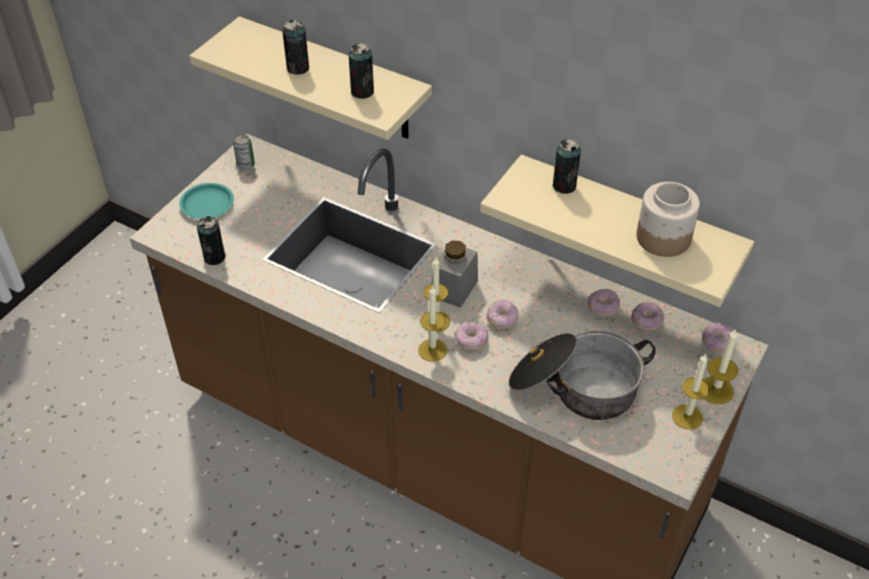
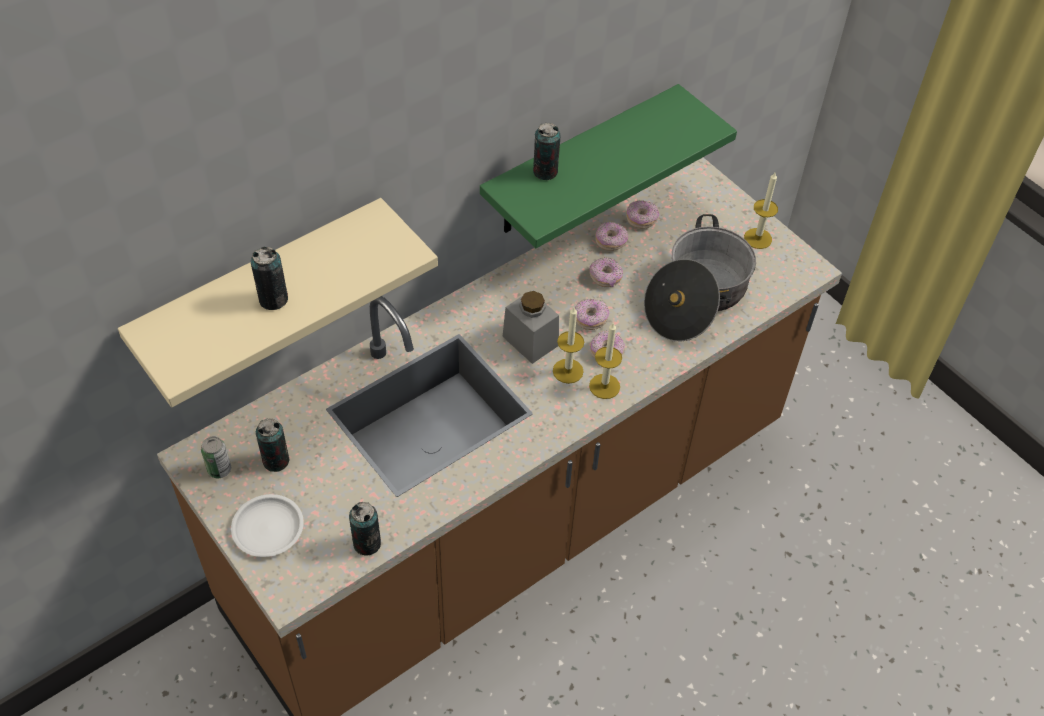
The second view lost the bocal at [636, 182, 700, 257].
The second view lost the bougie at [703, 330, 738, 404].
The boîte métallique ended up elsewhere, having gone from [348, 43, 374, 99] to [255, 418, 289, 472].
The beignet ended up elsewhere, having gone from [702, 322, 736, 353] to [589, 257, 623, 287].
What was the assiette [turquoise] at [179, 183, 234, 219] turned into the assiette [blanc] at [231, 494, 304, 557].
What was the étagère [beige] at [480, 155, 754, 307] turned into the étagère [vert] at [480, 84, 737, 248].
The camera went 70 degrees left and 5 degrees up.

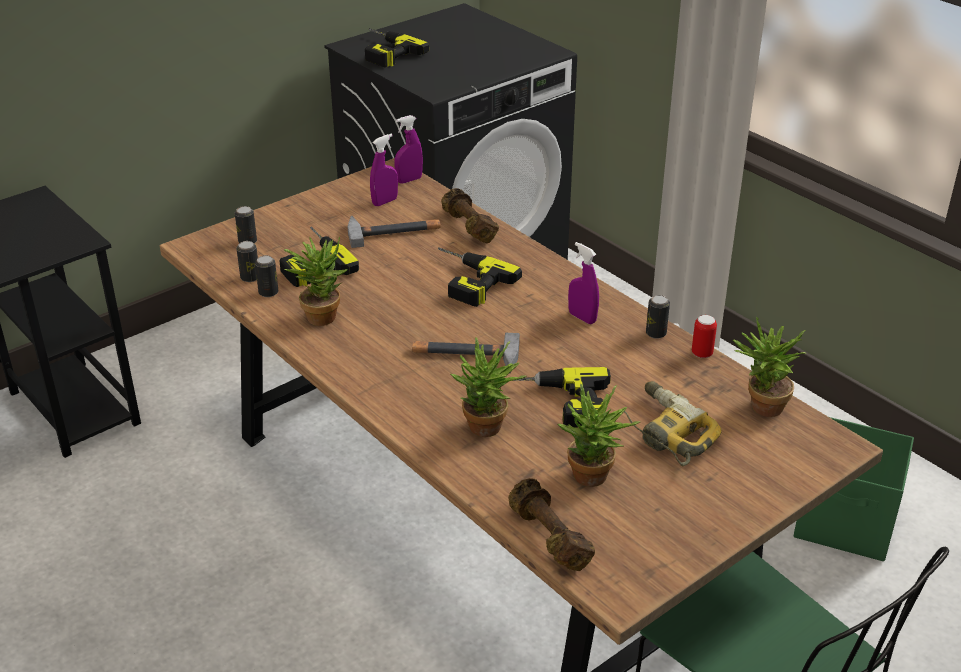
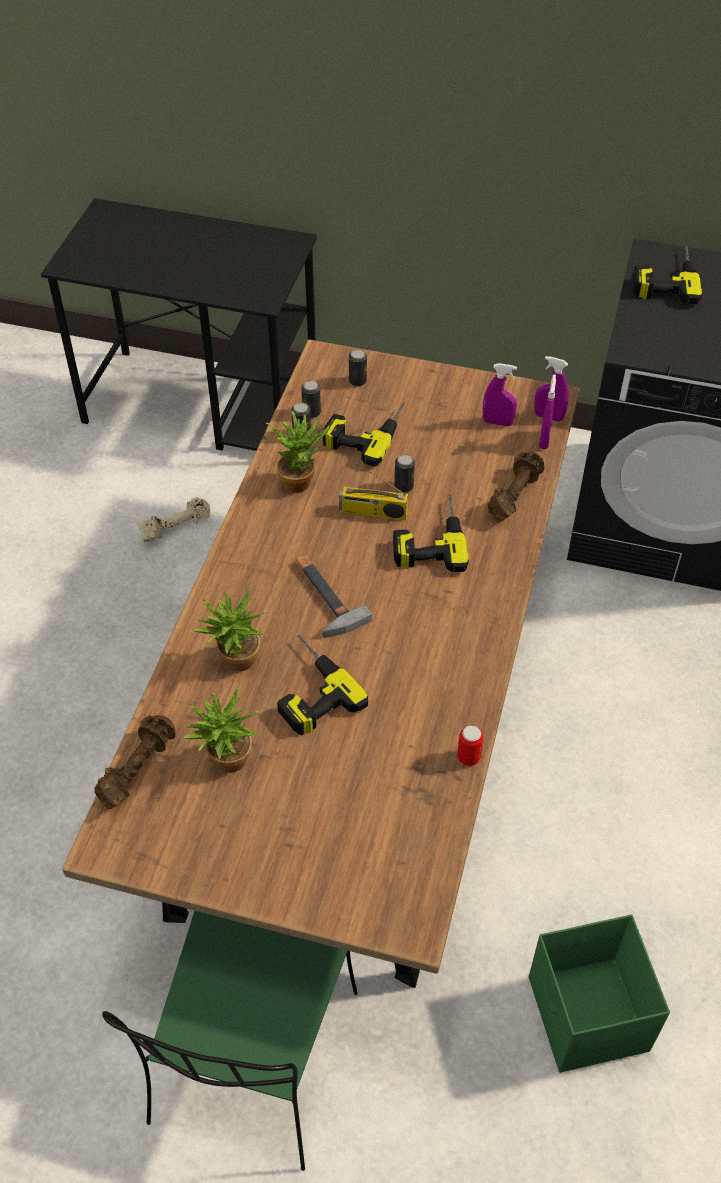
The second view lost the marteau at [348, 216, 441, 248].
The second view lost the perceuse at [624, 381, 722, 466].
The second view lost the plante en pot at [733, 317, 805, 417].
The second view gained the haltère [beige] at [140, 497, 211, 542].
The second view gained the radio at [339, 461, 408, 521].
The vaporisateur [violet] ended up elsewhere, having gone from [568, 242, 599, 324] to [539, 374, 556, 449].
The boîte métallique ended up elsewhere, having gone from [646, 295, 670, 339] to [394, 454, 415, 493].
The camera went 55 degrees right and 15 degrees up.

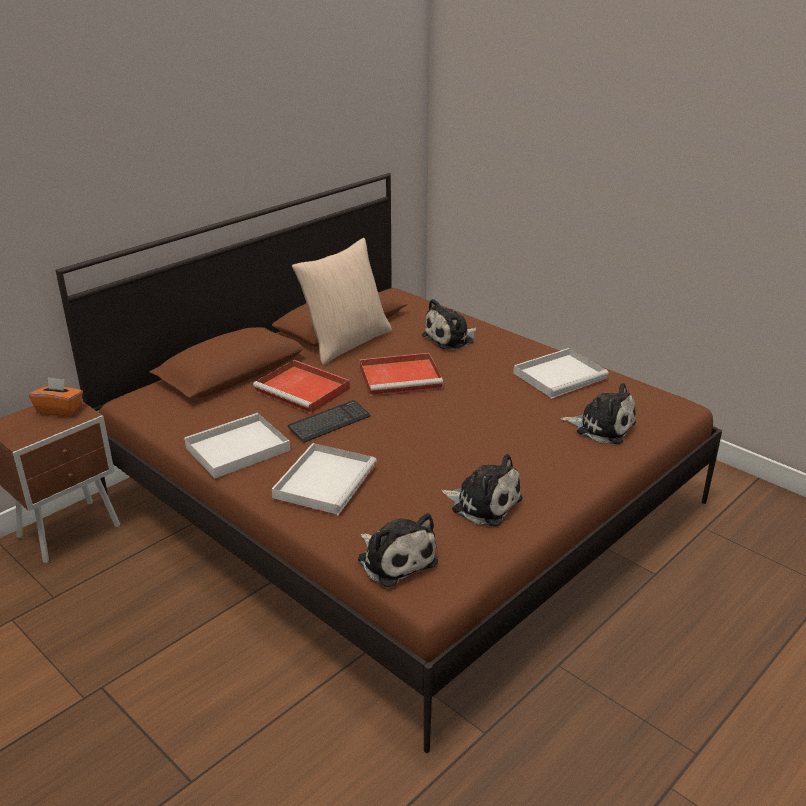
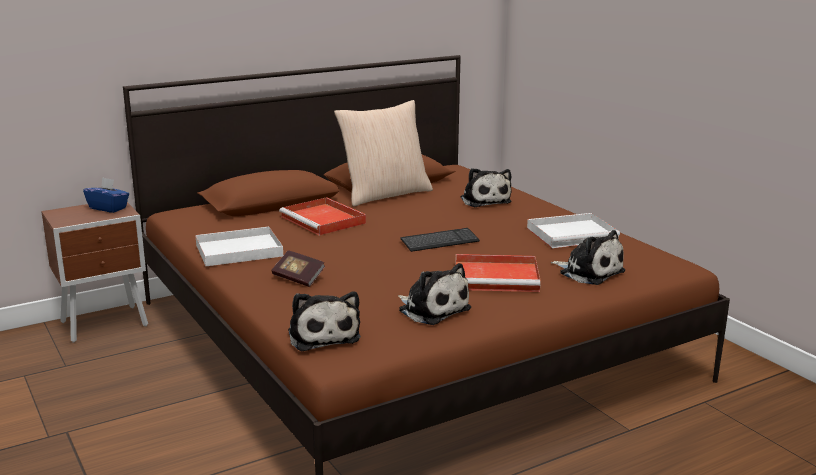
The clavier ended up elsewhere, having gone from [288, 400, 371, 443] to [401, 228, 480, 252].
The plateau [rouge] ended up elsewhere, having gone from [360, 353, 443, 396] to [456, 254, 541, 292].
Where the plateau [blanc] stood at [272, 443, 377, 516], the livre came to stand at [271, 250, 325, 287].
What was the boîte à mouchoirs [orange] at [29, 377, 83, 417] turned into the boîte à mouchoirs [bleu] at [83, 177, 129, 213].
The peluche at [422, 299, 477, 350] ended up facing another way, 90 degrees counterclockwise from before.
The camera went 15 degrees right and 10 degrees down.

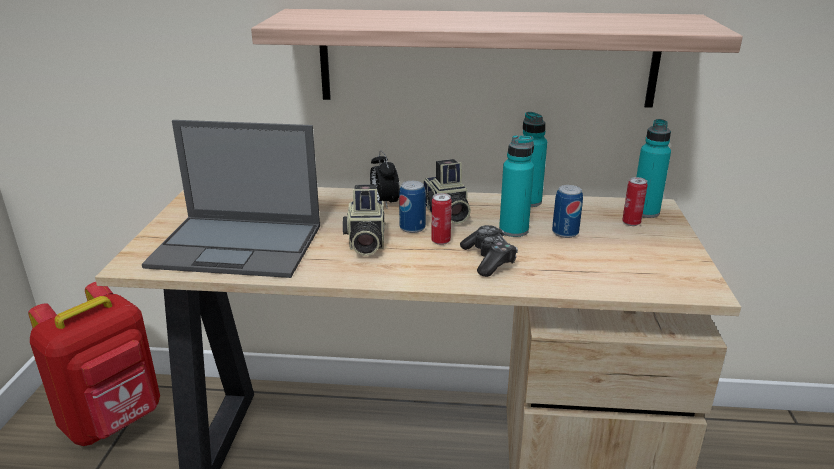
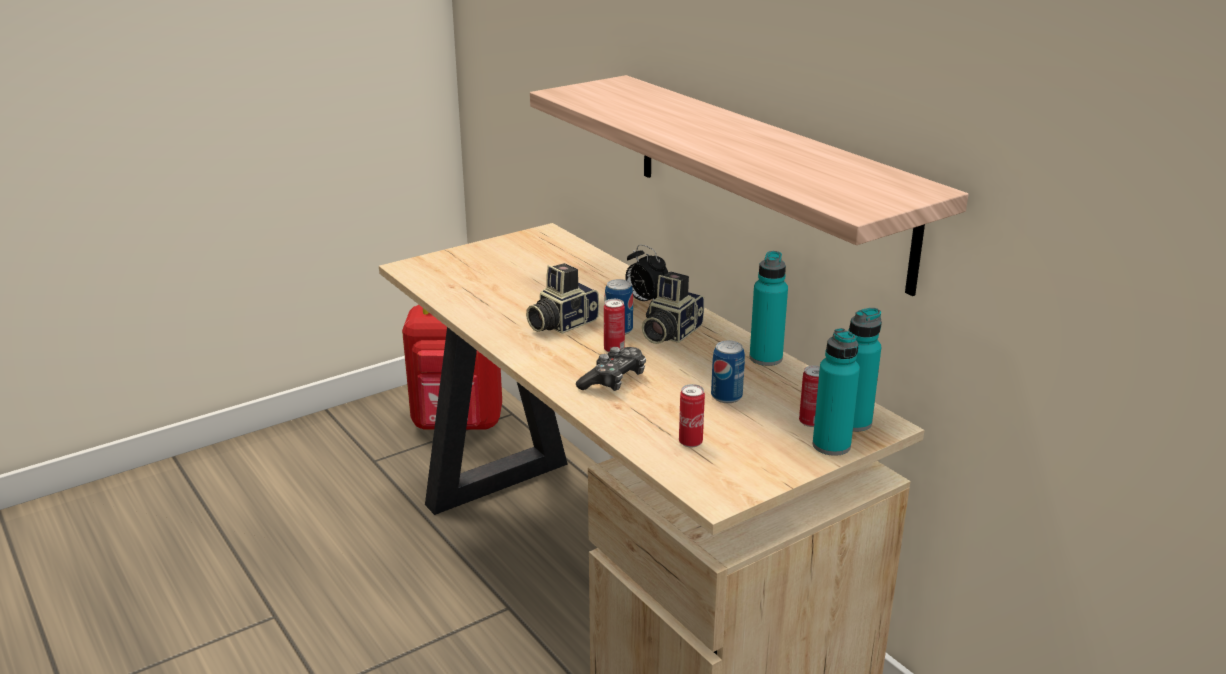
The second view lost the ordinateur portable at [142, 120, 320, 278].
The second view gained the boîte métallique at [679, 384, 705, 448].
The bouteille [turquoise] ended up elsewhere, having gone from [499, 135, 534, 237] to [813, 328, 860, 456].
The réveil at [370, 150, 400, 209] ended up facing another way, 75 degrees counterclockwise from before.
The camera went 50 degrees right and 0 degrees up.

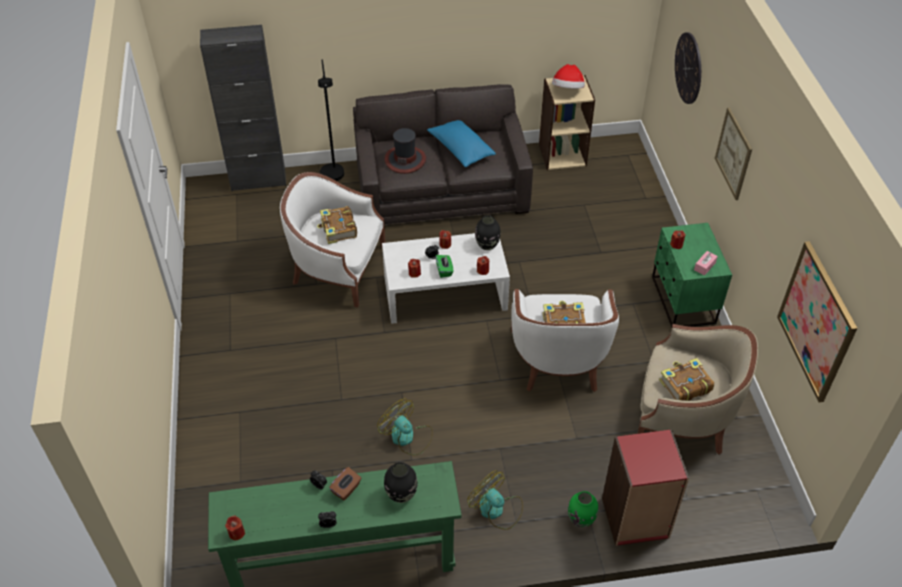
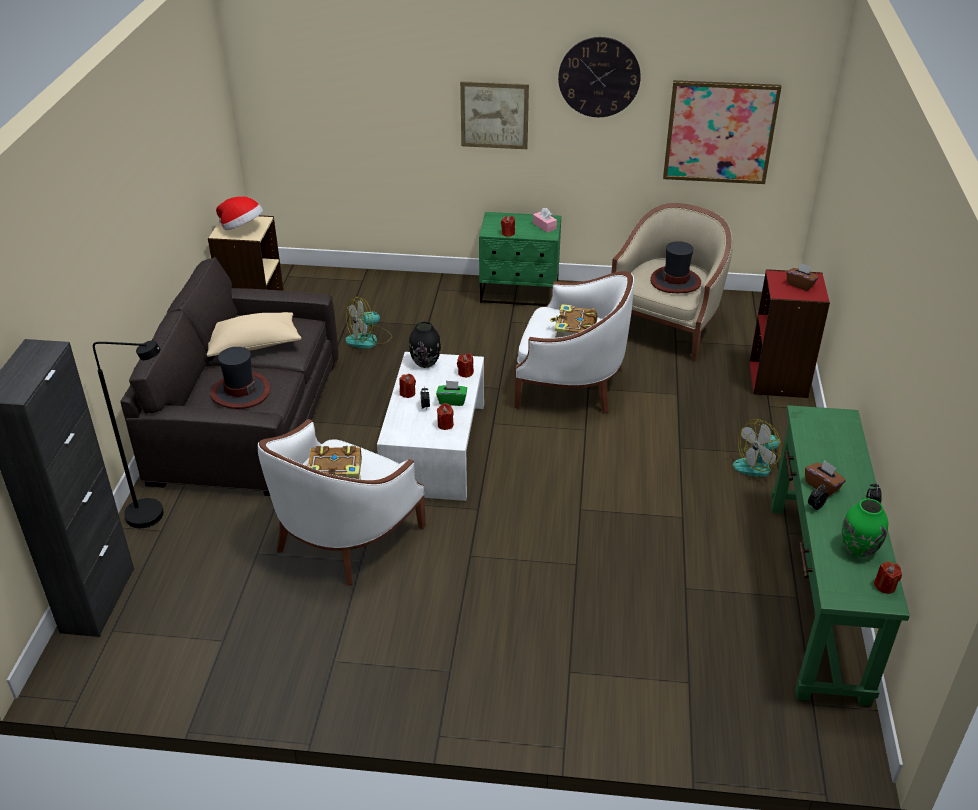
The second view lost the vase [noir] at [384, 462, 417, 503].
The second view gained the boîte à mouchoirs [marron] at [786, 263, 819, 291].
The ventilateur ended up elsewhere, having gone from [377, 399, 433, 456] to [345, 297, 392, 348].
The vase [vert] ended up elsewhere, having gone from [568, 491, 598, 527] to [842, 499, 888, 558].
The horloge murale ended up elsewhere, having gone from [675, 32, 701, 104] to [558, 37, 641, 117].
Where the livre stood at [659, 358, 714, 401], the chapeau came to stand at [650, 241, 701, 293].
What was the coussin [bleu] at [427, 120, 496, 167] turned into the coussin [beige] at [207, 312, 302, 357].
The camera went 75 degrees left and 10 degrees down.

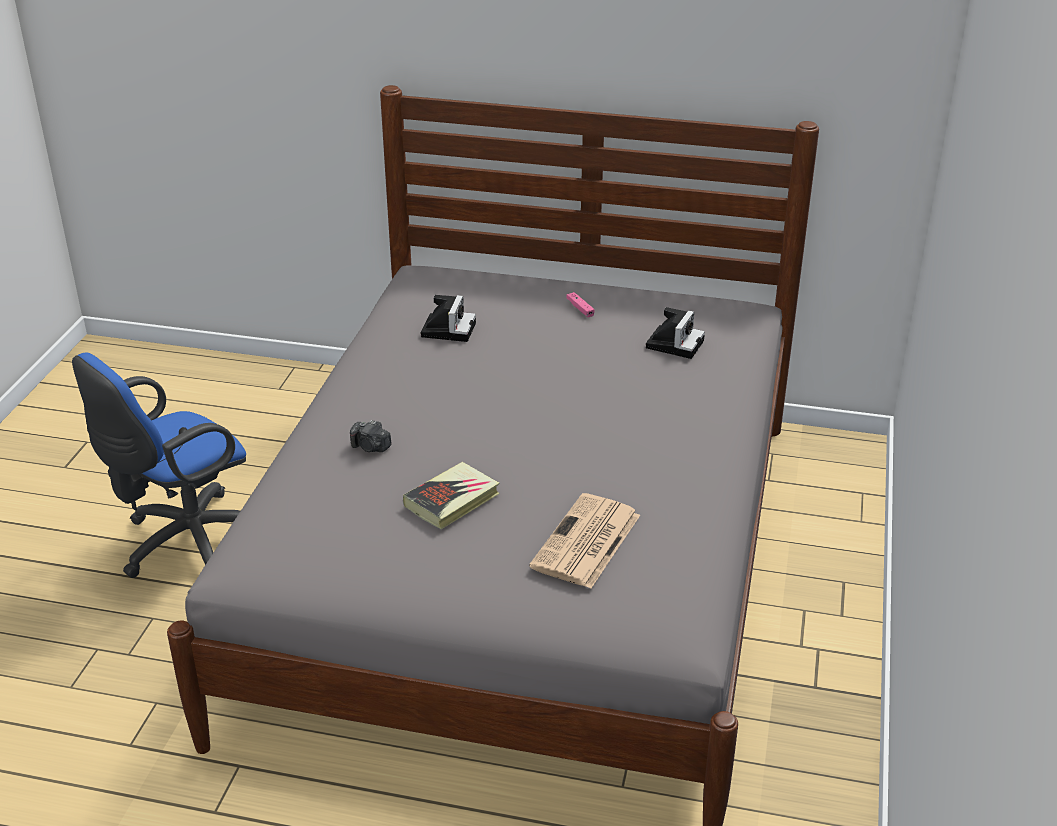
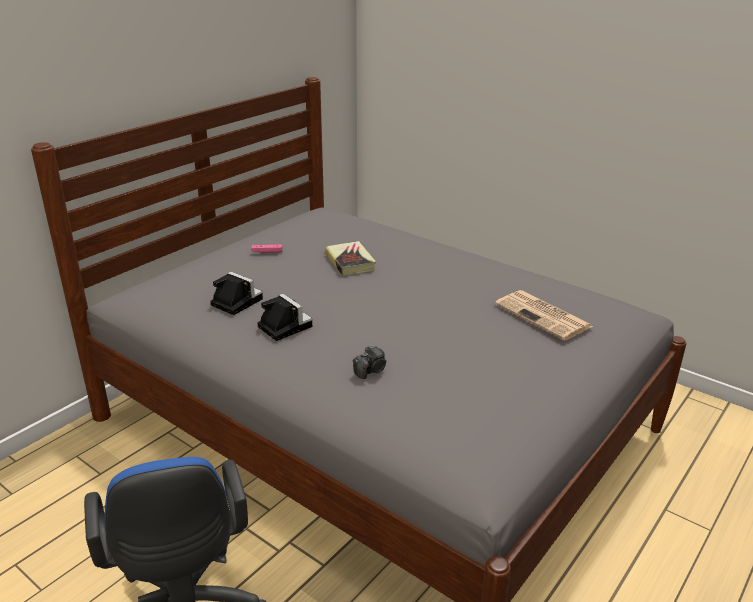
The livre ended up elsewhere, having gone from [403, 462, 499, 529] to [325, 241, 376, 276].
The appareil photo ended up elsewhere, having gone from [646, 307, 705, 359] to [257, 294, 312, 341].
The camera went 65 degrees left and 5 degrees down.

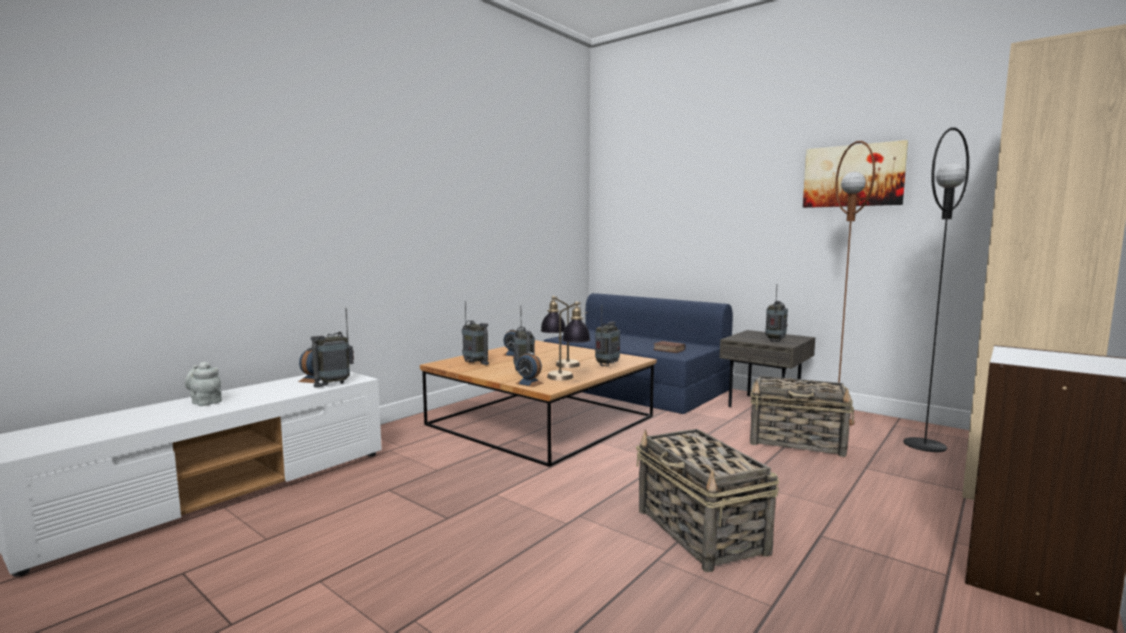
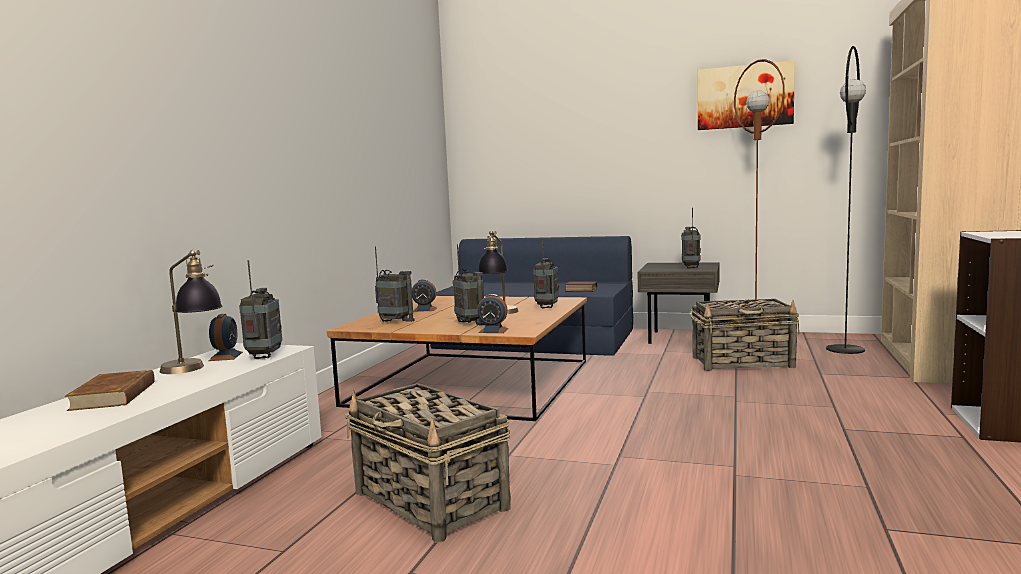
The lampe de table ended up elsewhere, having gone from [547, 301, 591, 380] to [160, 250, 222, 374].
The panier ended up elsewhere, having gone from [636, 429, 779, 572] to [344, 383, 511, 543].
Where the théière [gris] stood at [185, 362, 222, 406], the livre [marron] came to stand at [64, 370, 155, 411].
The radio at [311, 308, 354, 387] ended up facing another way, 150 degrees clockwise from before.
The camera went 20 degrees left and 0 degrees up.

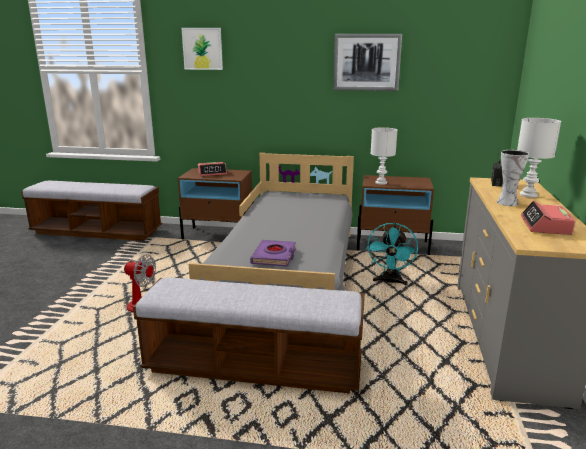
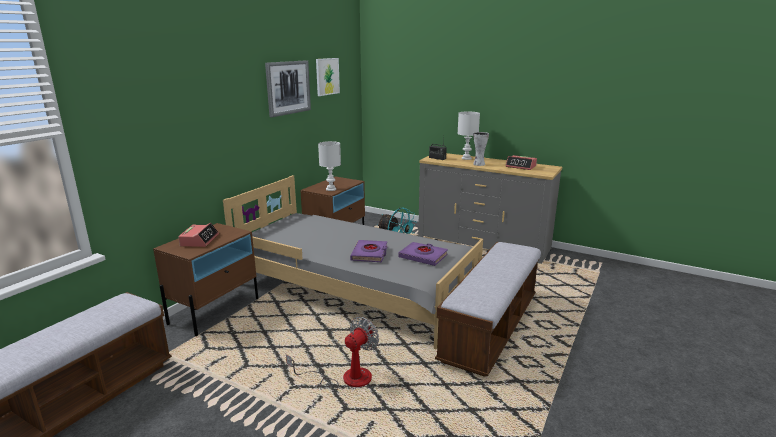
The second view gained the livre [violet] at [350, 240, 388, 262].
The tableau ended up elsewhere, having gone from [182, 28, 223, 70] to [316, 58, 340, 96].
The camera went 70 degrees left and 0 degrees up.

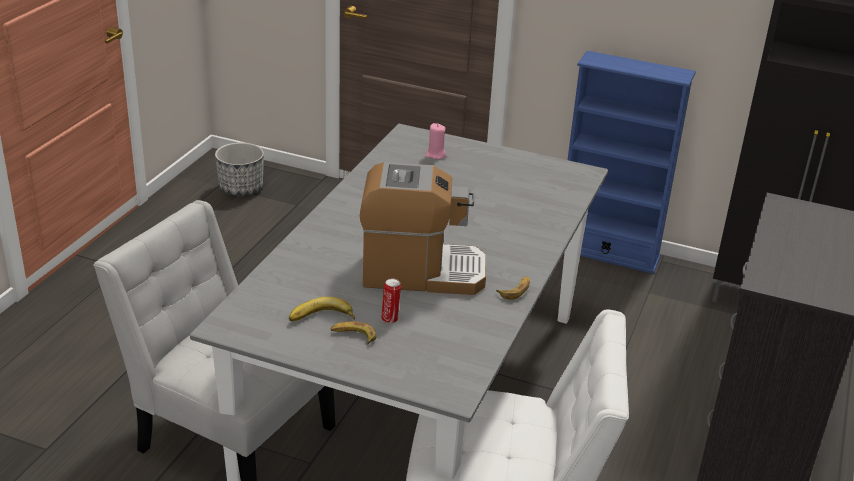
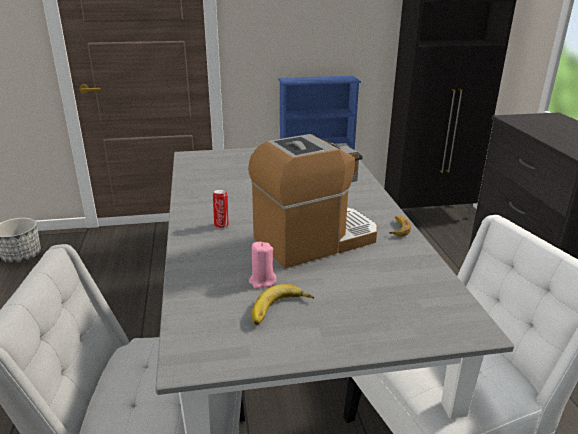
The second view lost the banane at [331, 321, 377, 344].
The boîte métallique ended up elsewhere, having gone from [381, 279, 401, 323] to [213, 189, 229, 228].
The bougie [rose] ended up elsewhere, having gone from [426, 123, 446, 159] to [249, 242, 277, 289].
The camera went 30 degrees left and 5 degrees down.

